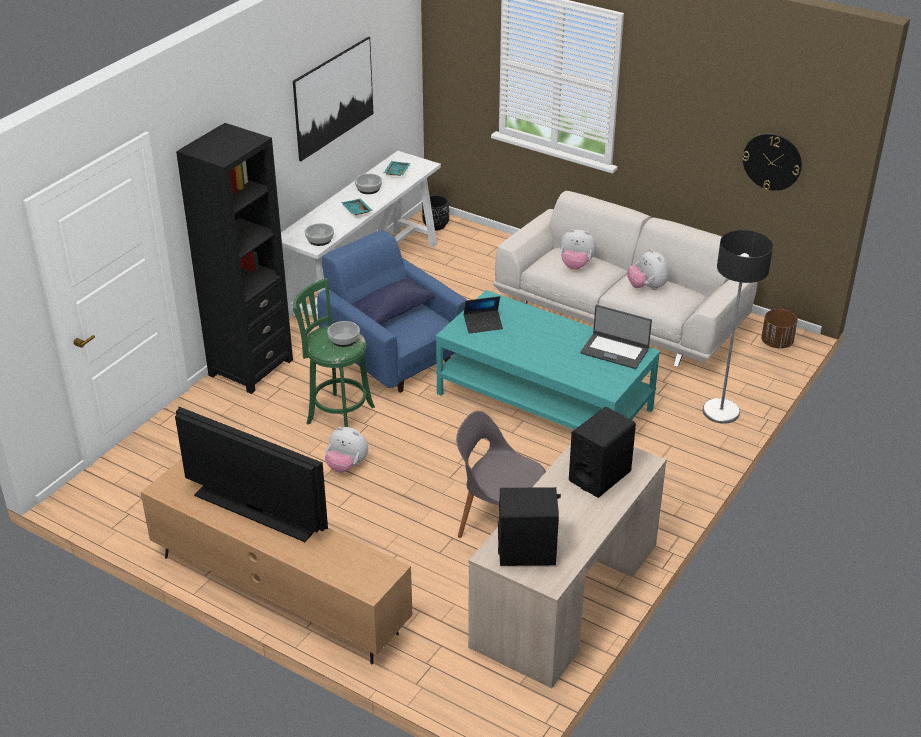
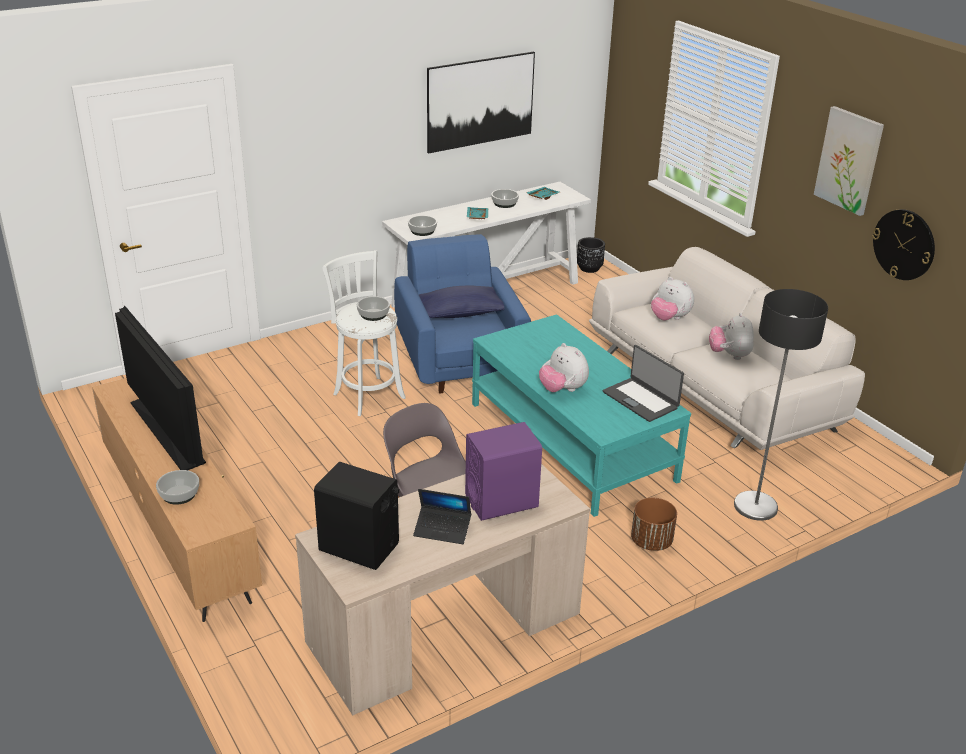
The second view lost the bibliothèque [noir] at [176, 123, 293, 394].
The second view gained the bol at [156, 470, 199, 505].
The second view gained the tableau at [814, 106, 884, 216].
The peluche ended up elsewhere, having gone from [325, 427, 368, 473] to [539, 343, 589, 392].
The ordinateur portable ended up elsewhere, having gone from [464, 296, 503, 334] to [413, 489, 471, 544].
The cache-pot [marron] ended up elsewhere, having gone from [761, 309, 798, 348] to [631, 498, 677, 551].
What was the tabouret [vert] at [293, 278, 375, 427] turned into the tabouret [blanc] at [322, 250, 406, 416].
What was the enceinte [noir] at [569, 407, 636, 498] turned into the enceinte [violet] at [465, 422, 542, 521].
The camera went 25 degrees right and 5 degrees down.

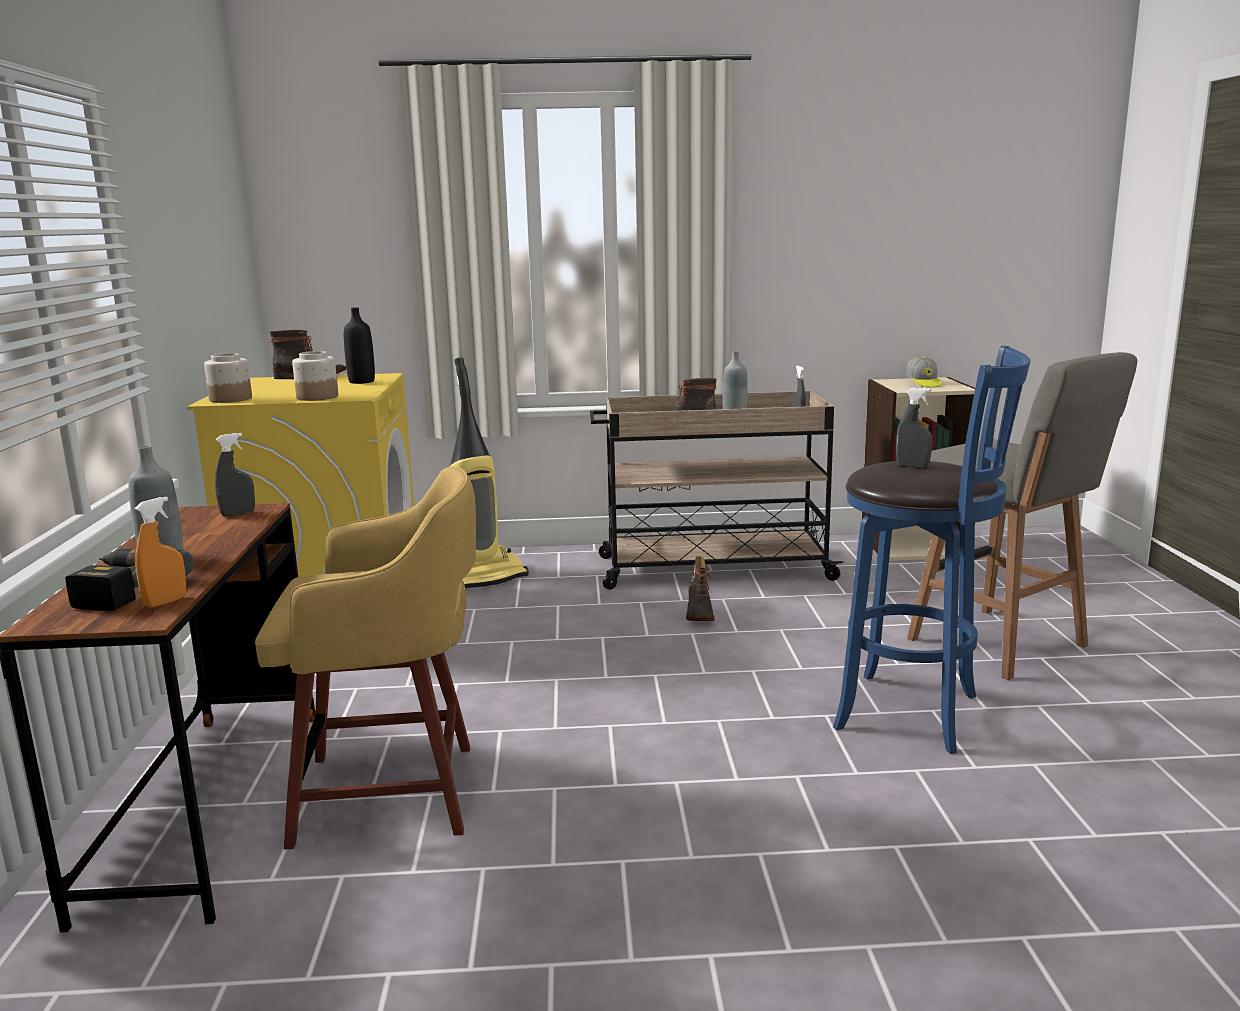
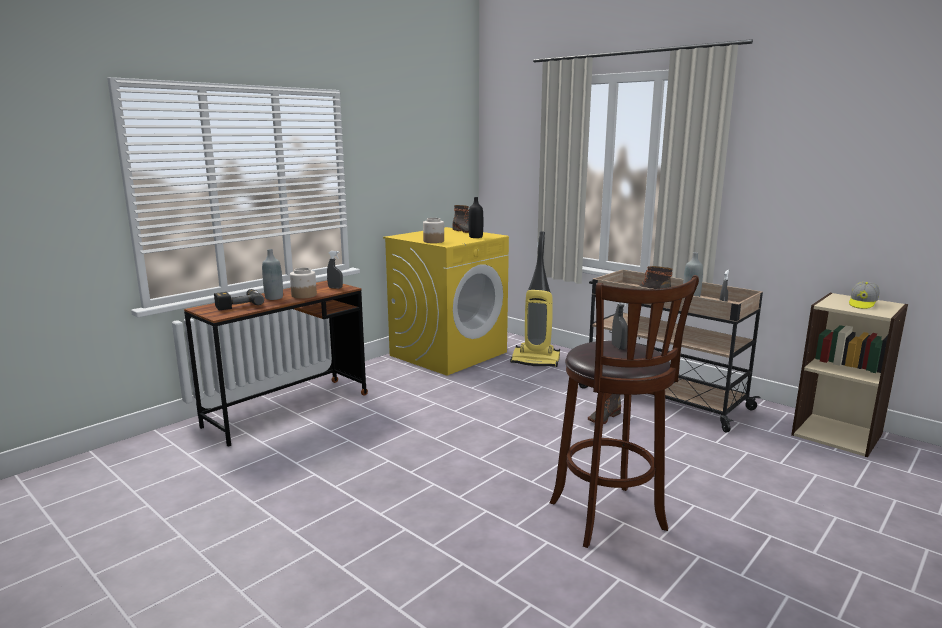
The second view lost the vaporisateur [orange] at [134, 496, 186, 608].
The second view lost the tabouret [jaune] at [255, 466, 476, 849].
The second view lost the tabouret [gris] at [907, 352, 1138, 680].
The bocal ended up elsewhere, having gone from [204, 353, 252, 403] to [290, 268, 317, 299].
What was the tabouret [bleu] at [833, 345, 1030, 754] turned into the tabouret [marron] at [550, 275, 699, 548].
The camera went 45 degrees right and 0 degrees up.

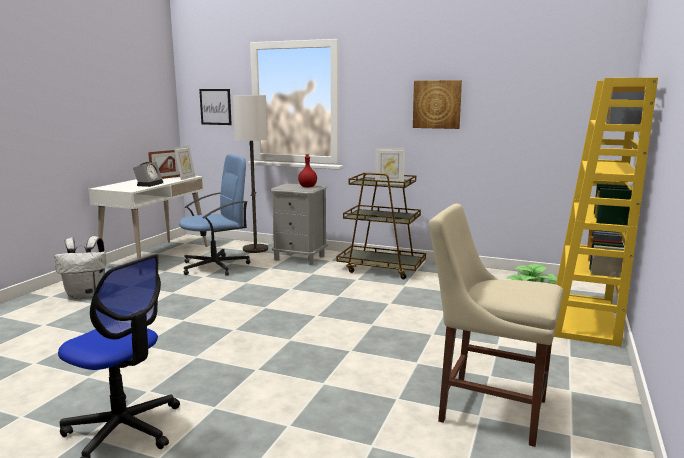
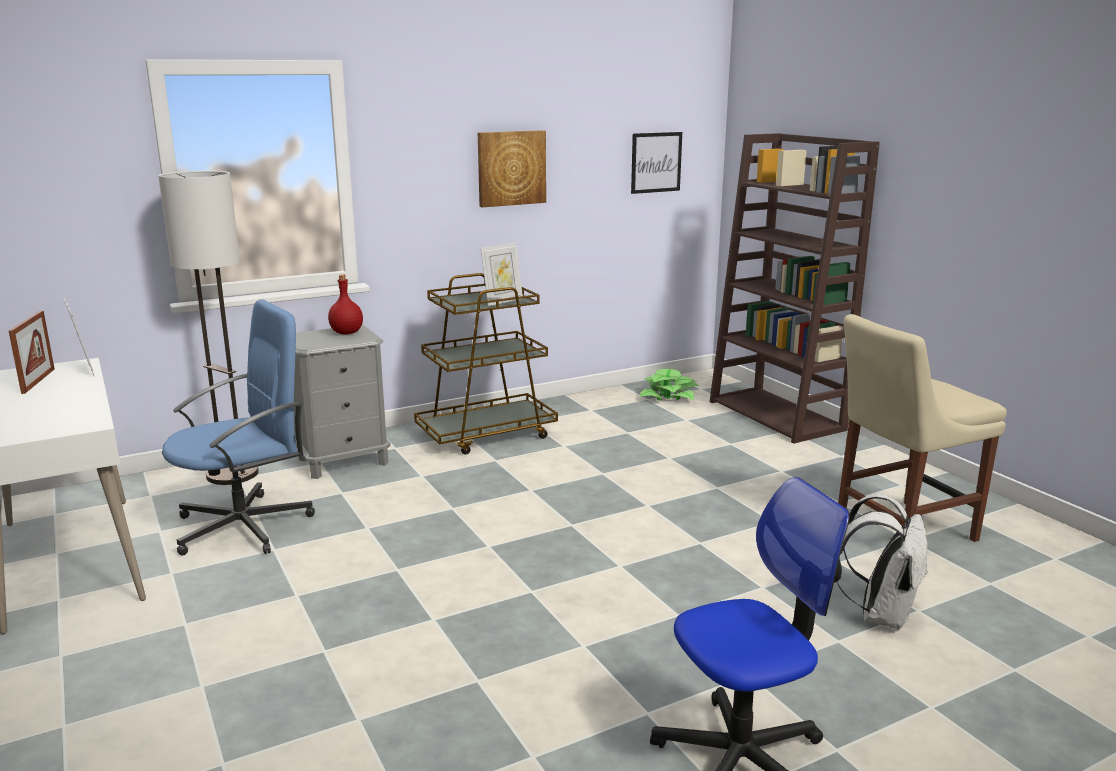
The second view lost the réveil at [133, 162, 163, 187].
The sac à dos [blanc] ended up elsewhere, having gone from [54, 236, 106, 299] to [837, 494, 928, 630].
The tableau ended up elsewhere, having gone from [199, 89, 232, 125] to [631, 132, 682, 194].
What was the bibliothèque [jaune] at [554, 77, 658, 347] turned into the bibliothèque [marron] at [710, 133, 880, 444].
The chaise de bureau [bleu] at [179, 154, 250, 276] ended up facing another way, 45 degrees clockwise from before.
The camera went 50 degrees left and 5 degrees up.

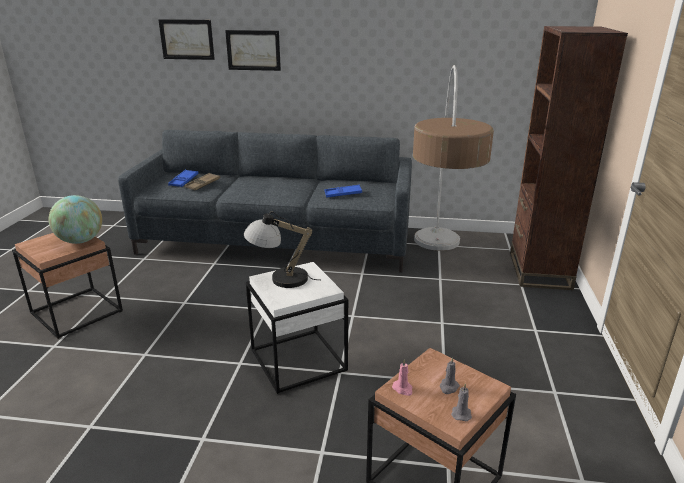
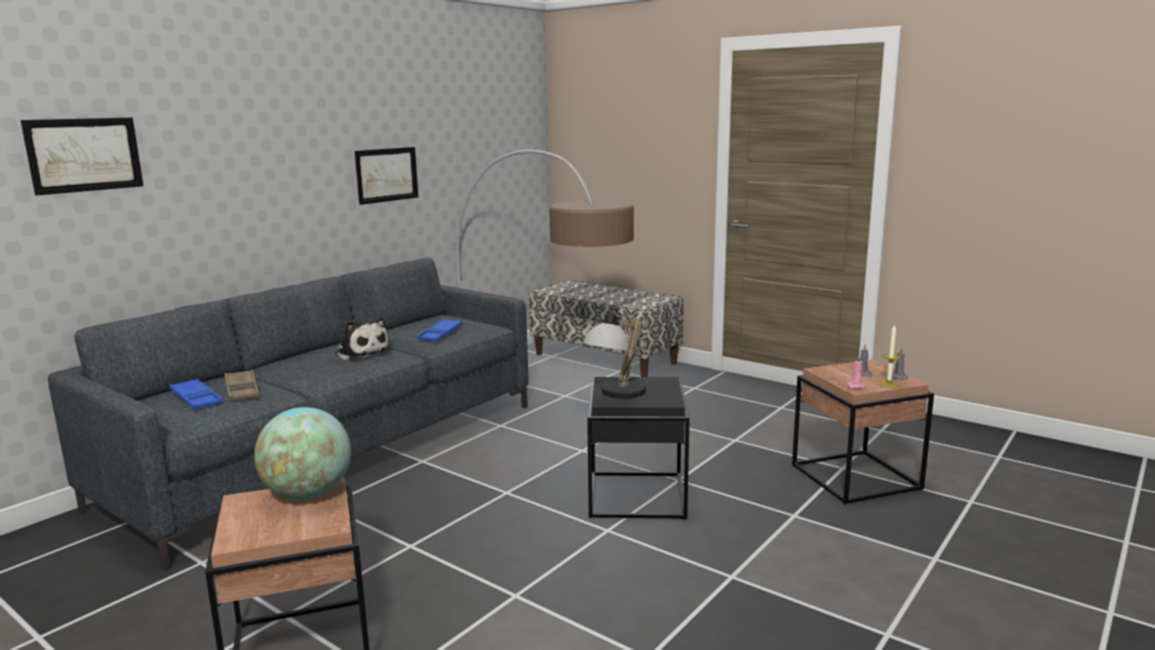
The second view gained the peluche at [335, 317, 390, 361].
The second view gained the bougie at [879, 324, 900, 388].
The tableau ended up elsewhere, having gone from [225, 30, 281, 71] to [355, 147, 418, 205].
Where the bibliothèque [marron] stood at [510, 26, 628, 290], the banc came to stand at [529, 280, 684, 377].
What was the table d'appoint [blanc] at [246, 262, 348, 394] turned into the table d'appoint [noir] at [587, 377, 690, 519].
The camera went 60 degrees left and 10 degrees down.

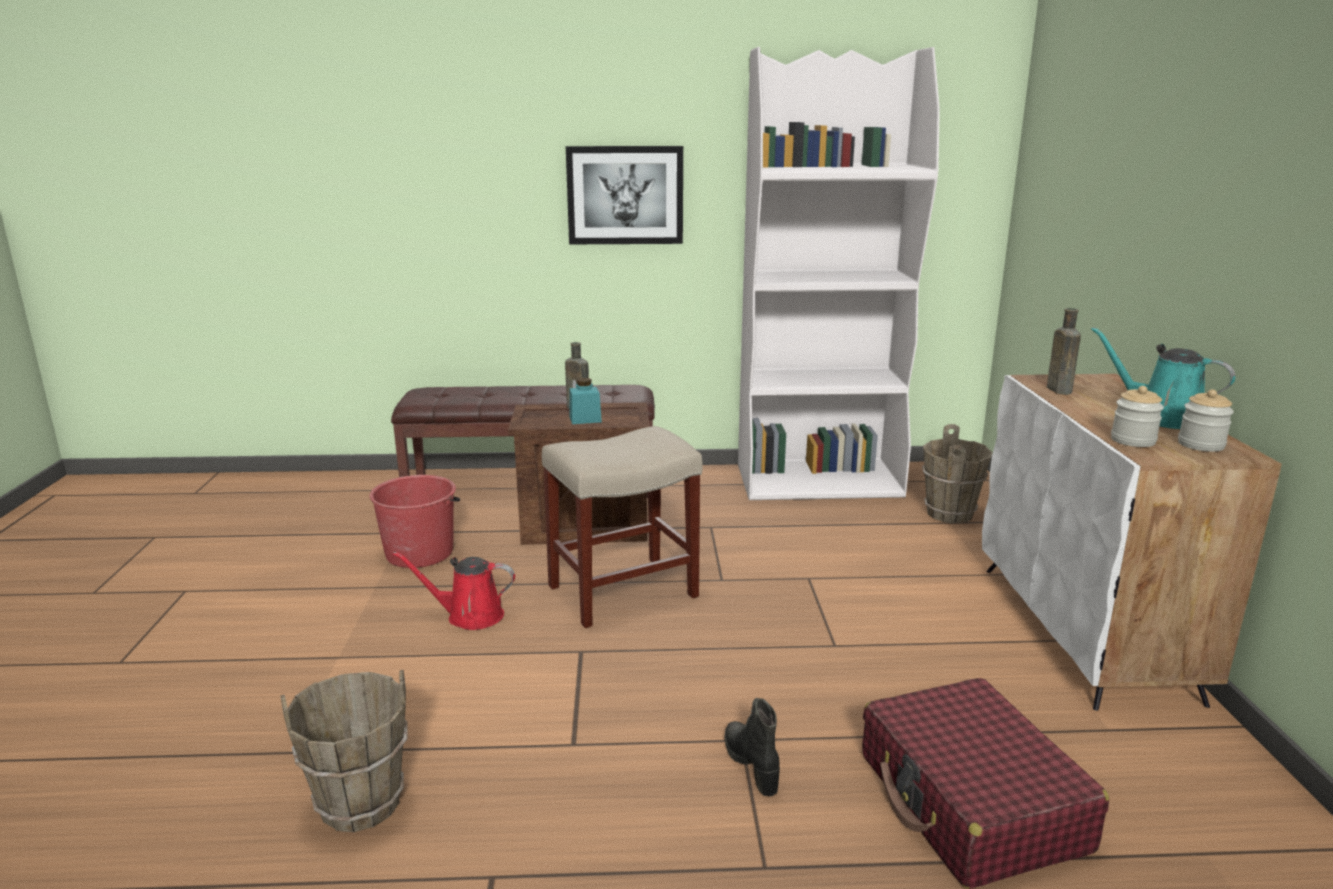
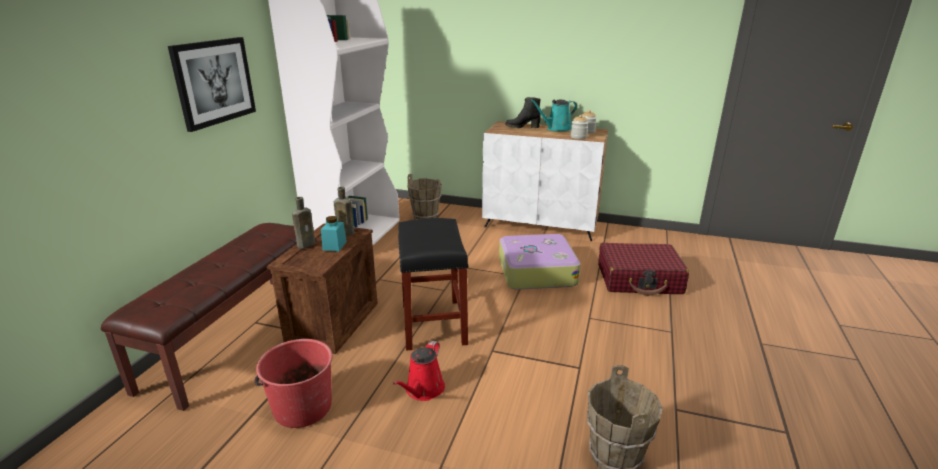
The second view gained the valise at [499, 234, 581, 290].
The botte [noir] ended up elsewhere, having gone from [725, 698, 780, 796] to [506, 97, 541, 128].
The bouteille [marron] ended up elsewhere, having gone from [1047, 308, 1081, 395] to [334, 187, 354, 236].
What was the tabouret [beige] at [542, 426, 703, 628] turned into the tabouret [noir] at [398, 218, 469, 351].
The camera went 70 degrees left and 5 degrees up.

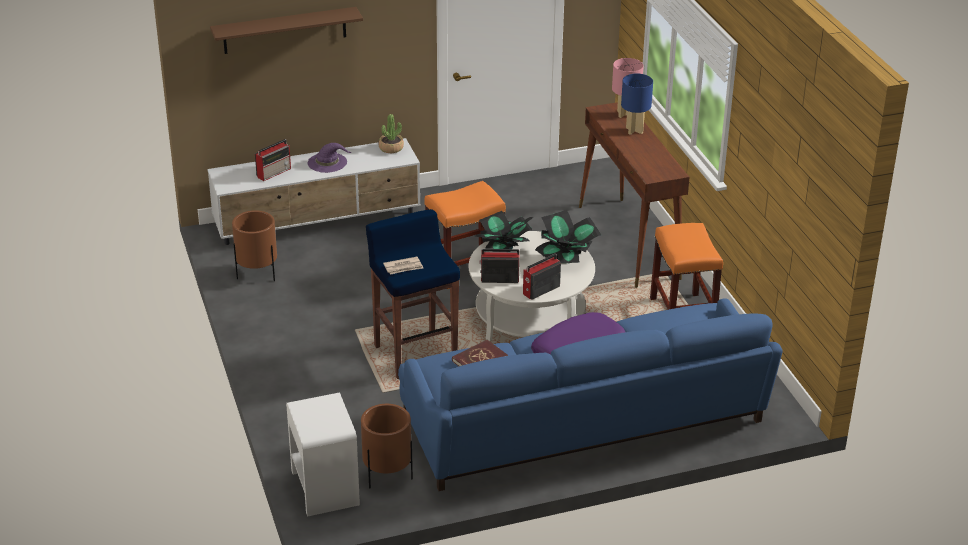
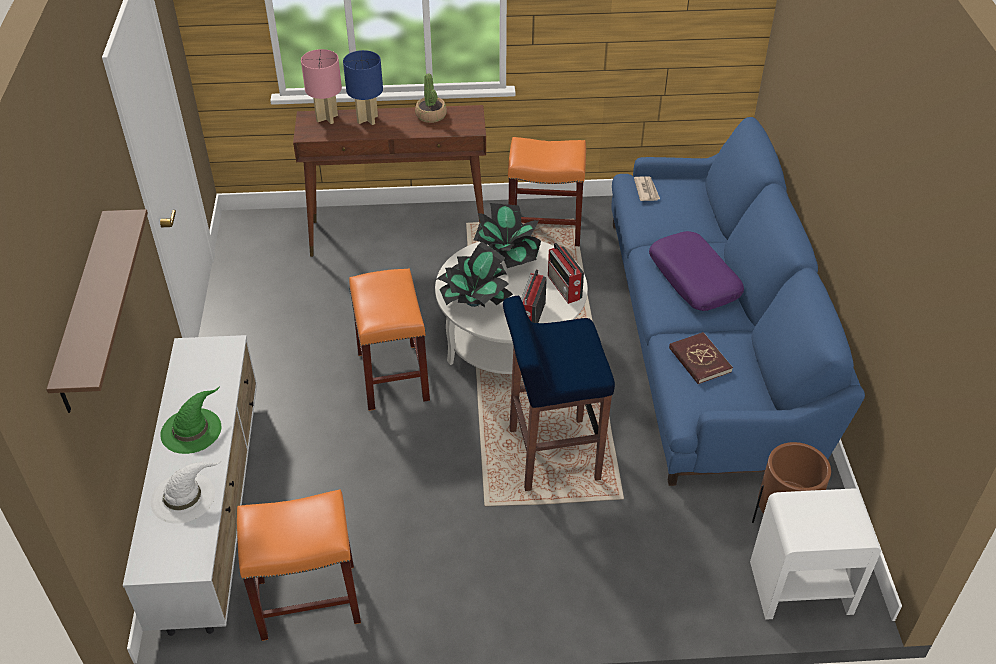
The plante en pot ended up elsewhere, having gone from [378, 114, 404, 153] to [415, 73, 447, 123].
The journal ended up elsewhere, having gone from [383, 257, 423, 275] to [634, 176, 660, 201].
Where the cache-pot [marron] stood at [232, 210, 277, 281], the tabouret [orange] came to stand at [237, 490, 361, 641].
Where the radio stood at [255, 139, 291, 181], the chapeau [blanc] came to stand at [151, 461, 221, 524].
What was the chapeau [violet] at [308, 143, 352, 173] turned into the chapeau [vert] at [160, 387, 221, 454].
The camera went 75 degrees left and 10 degrees up.

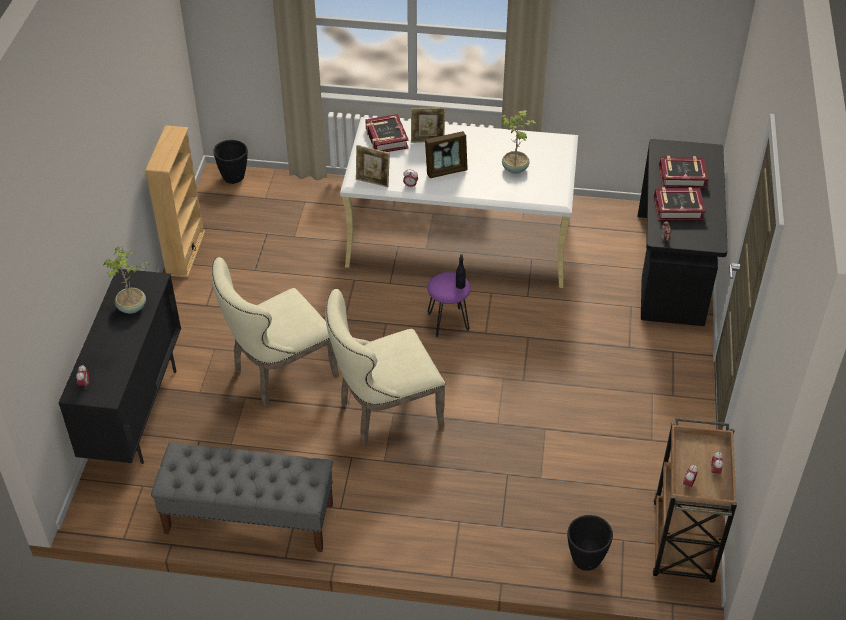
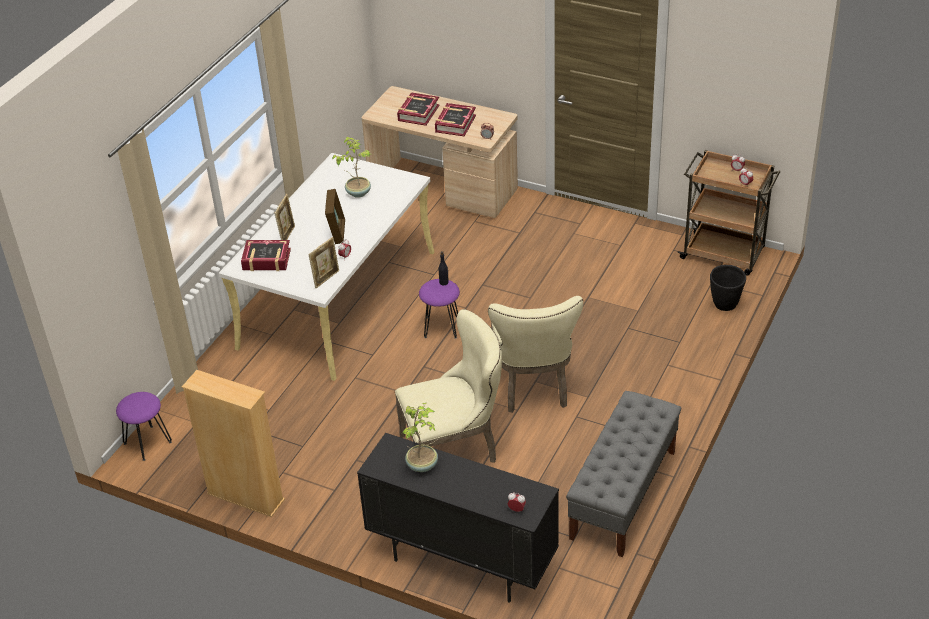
Where the cache-pot [noir] stood at [213, 140, 248, 184], the tabouret [violet] came to stand at [116, 392, 172, 461].
What was the bureau [noir] at [638, 139, 728, 326] turned into the bureau [beige] at [362, 86, 518, 218].
The chaise [beige] at [211, 257, 339, 407] ended up facing another way, 90 degrees counterclockwise from before.
The camera went 70 degrees left and 5 degrees down.

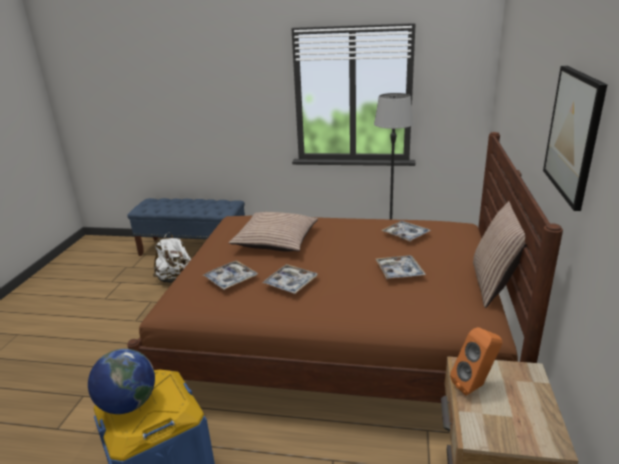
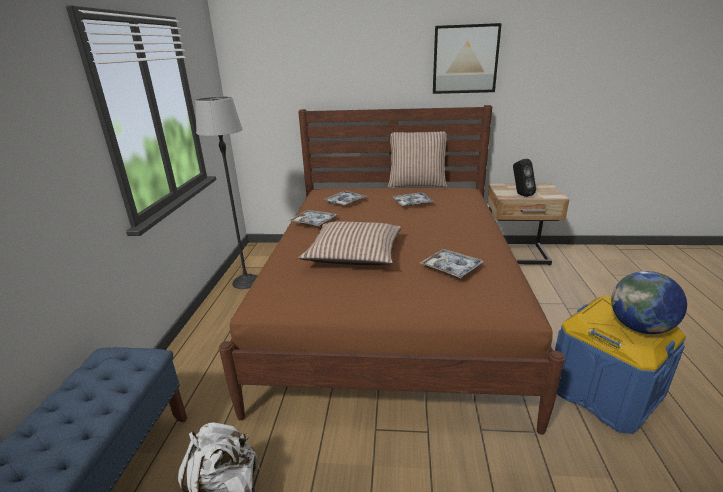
The plateau ended up elsewhere, having gone from [262, 264, 318, 294] to [288, 210, 338, 226].
What was the enceinte [orange] at [450, 327, 502, 396] turned into the enceinte [noir] at [513, 159, 536, 197].
The camera went 95 degrees left and 0 degrees up.

